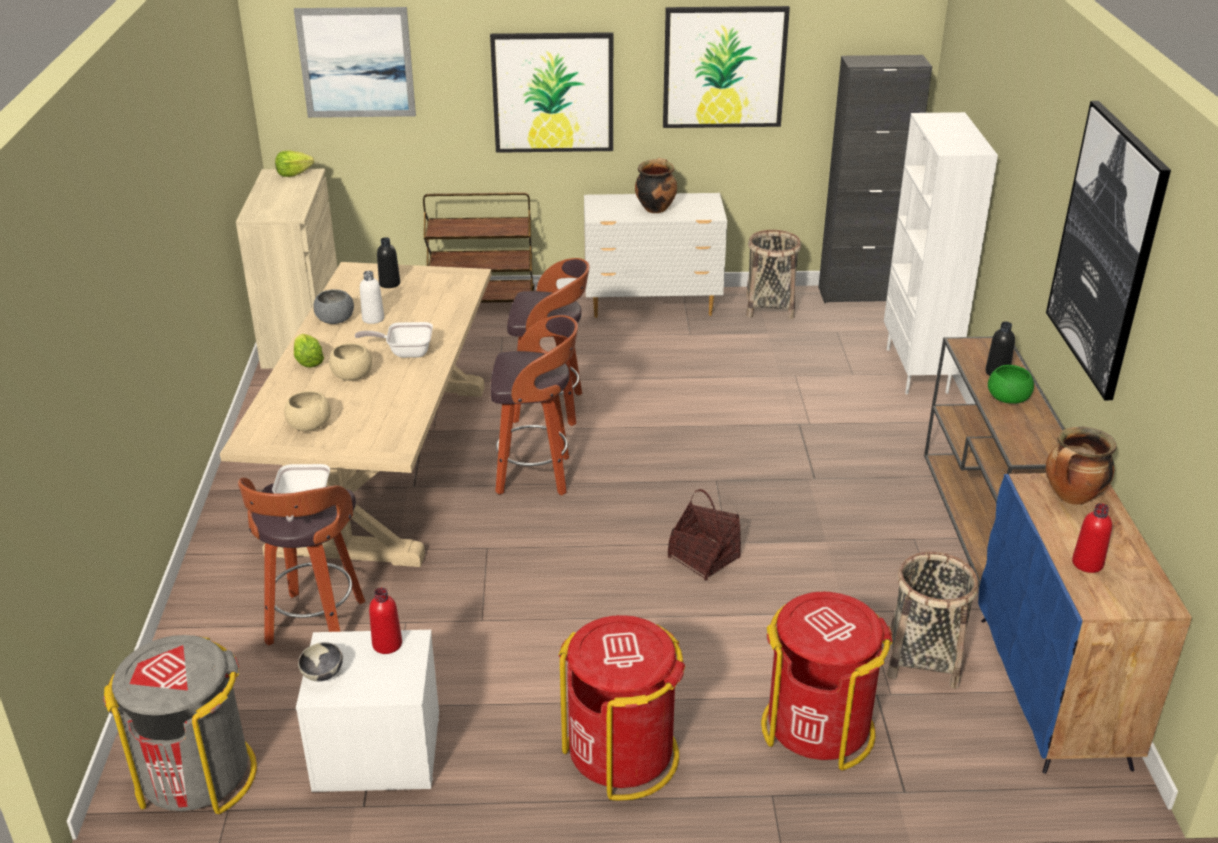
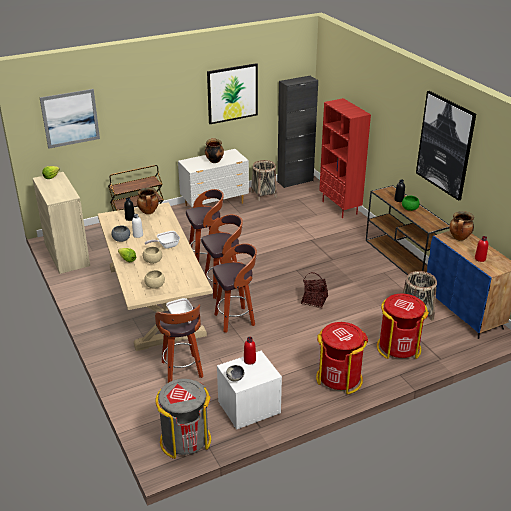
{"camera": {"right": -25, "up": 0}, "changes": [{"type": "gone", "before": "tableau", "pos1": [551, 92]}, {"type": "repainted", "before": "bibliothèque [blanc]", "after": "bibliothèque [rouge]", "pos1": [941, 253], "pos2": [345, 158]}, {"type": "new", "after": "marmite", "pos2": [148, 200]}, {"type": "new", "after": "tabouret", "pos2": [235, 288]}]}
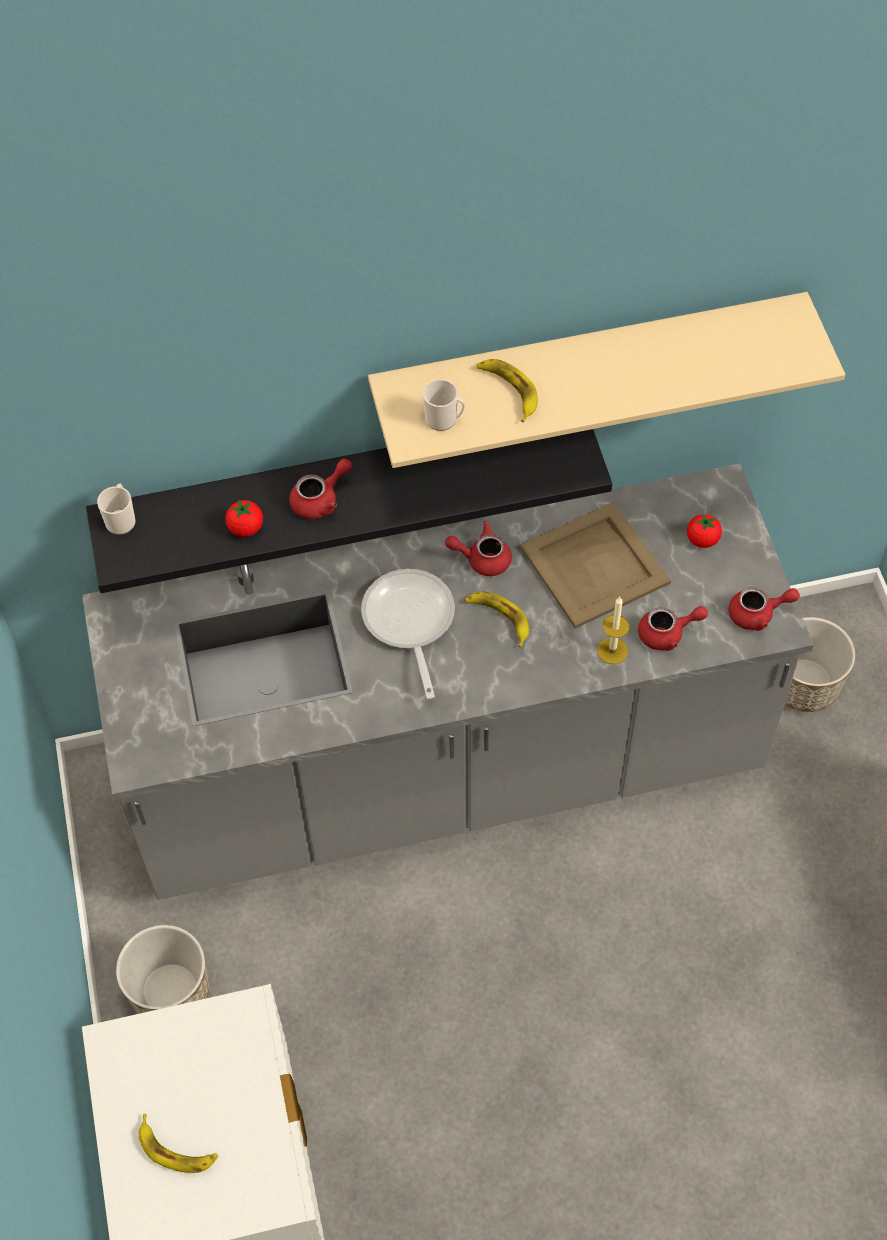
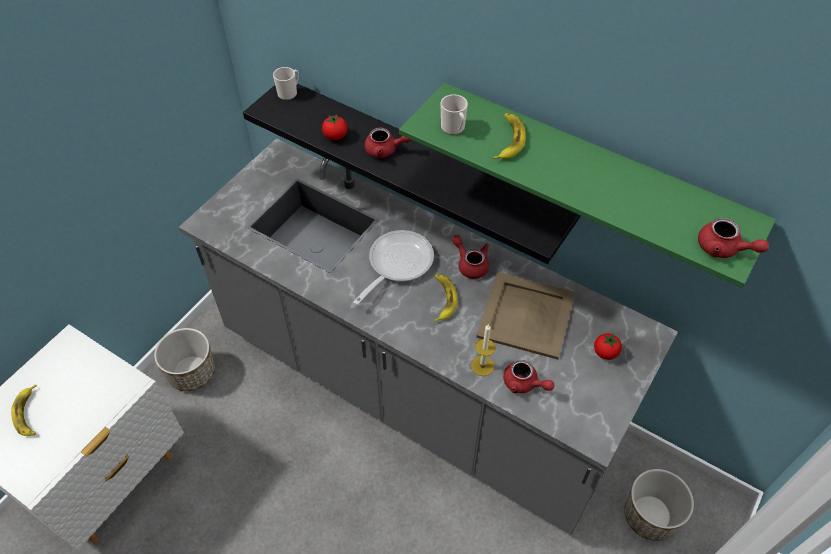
{"camera": {"right": 45, "up": -5}, "changes": [{"type": "repainted", "before": "étagère [beige]", "after": "étagère [vert]", "pos1": [606, 380], "pos2": [587, 185]}, {"type": "shifted", "before": "théière [rouge]", "pos1": [764, 609], "pos2": [733, 238]}]}
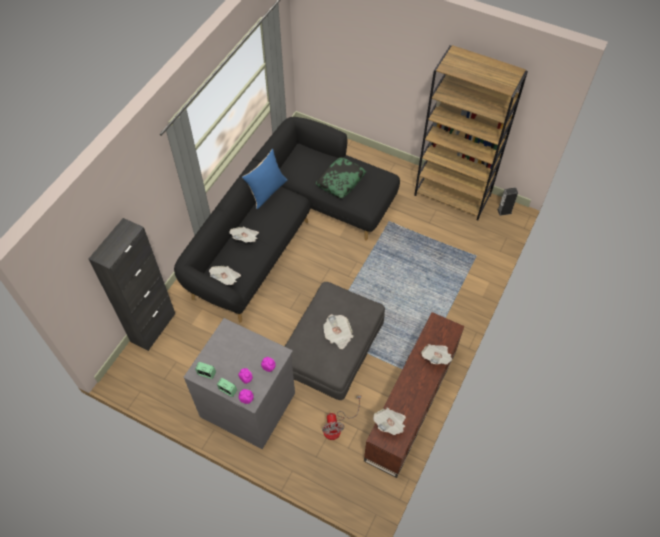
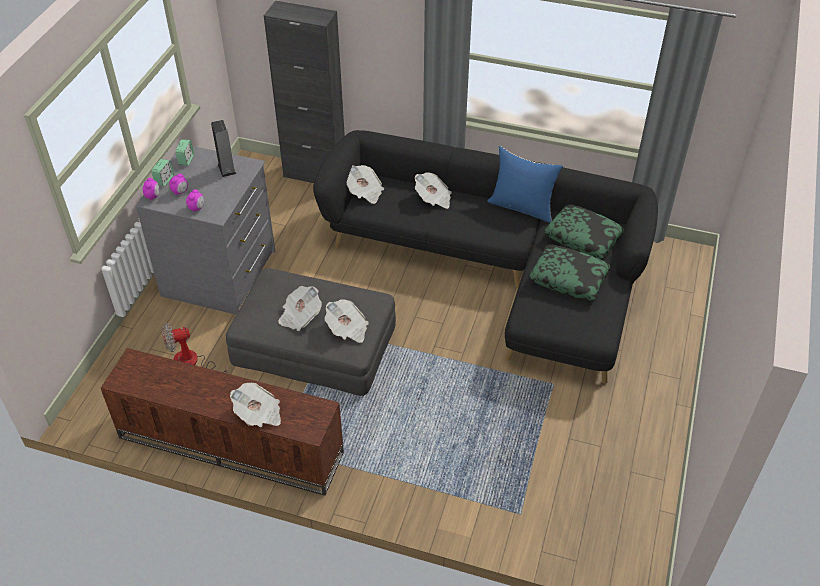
{"camera": {"right": 80, "up": -10}, "changes": [{"type": "gone", "before": "bibliothèque [marron]", "pos1": [471, 132]}, {"type": "shifted", "before": "enceinte", "pos1": [507, 201], "pos2": [223, 148]}, {"type": "shifted", "before": "journal", "pos1": [389, 421], "pos2": [346, 321]}, {"type": "new", "after": "coussin", "pos2": [584, 231]}]}
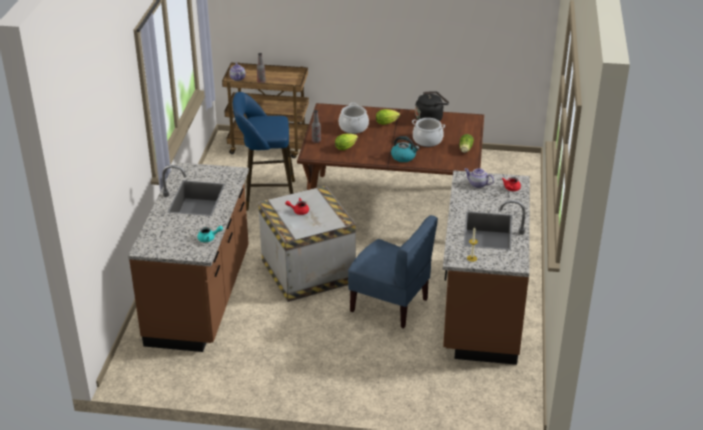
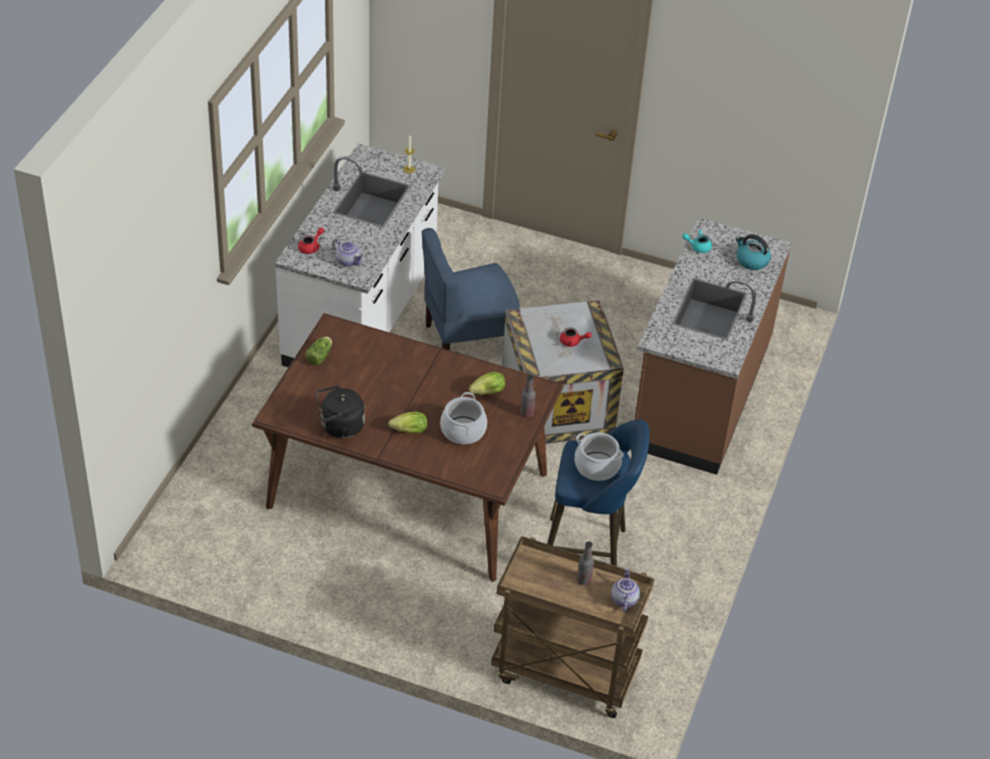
{"camera": {"right": -170, "up": 10}, "changes": [{"type": "shifted", "before": "marmite", "pos1": [428, 132], "pos2": [599, 456]}, {"type": "shifted", "before": "bouilloire", "pos1": [405, 149], "pos2": [753, 252]}, {"type": "repainted", "before": "comptoir de cuisine [marron]", "after": "comptoir de cuisine [blanc]", "pos1": [486, 267], "pos2": [360, 255]}, {"type": "rotated", "before": "chaise [bleu]", "pos1": [393, 271], "pos2": [471, 289], "turn": -60}]}
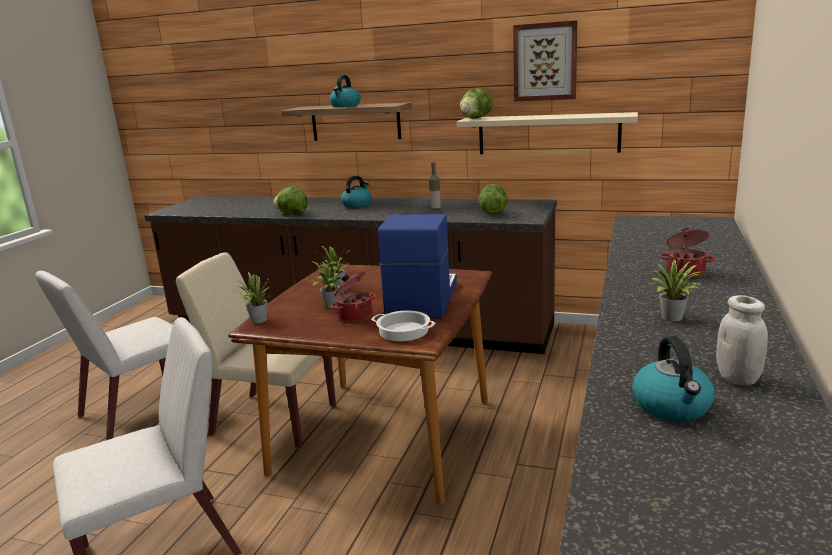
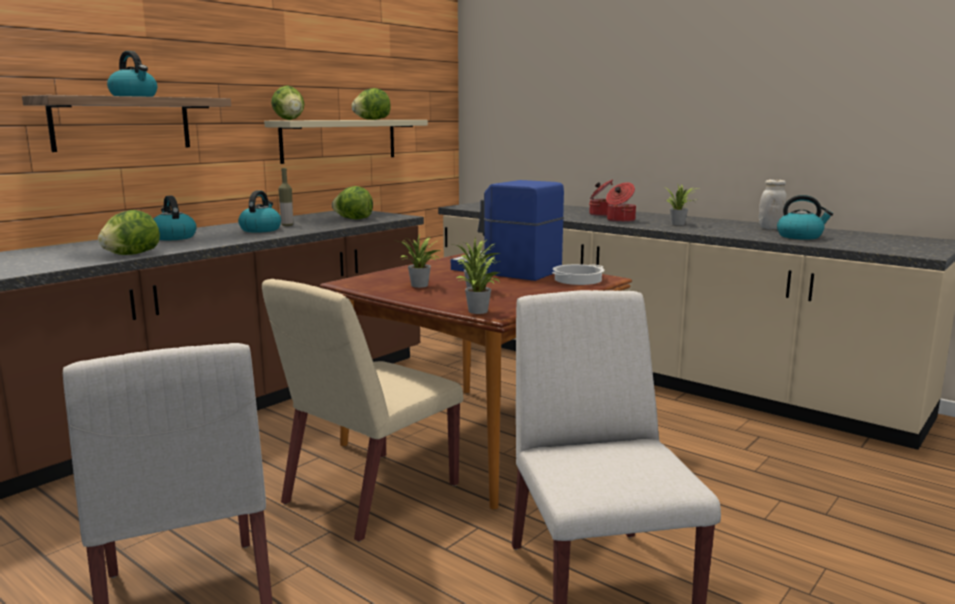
{"camera": {"right": -70, "up": -5}, "changes": [{"type": "gone", "before": "tableau", "pos1": [545, 60]}, {"type": "shifted", "before": "marmite", "pos1": [353, 296], "pos2": [621, 202]}, {"type": "new", "after": "laitue", "pos2": [371, 104]}, {"type": "new", "after": "bouilloire", "pos2": [259, 212]}]}
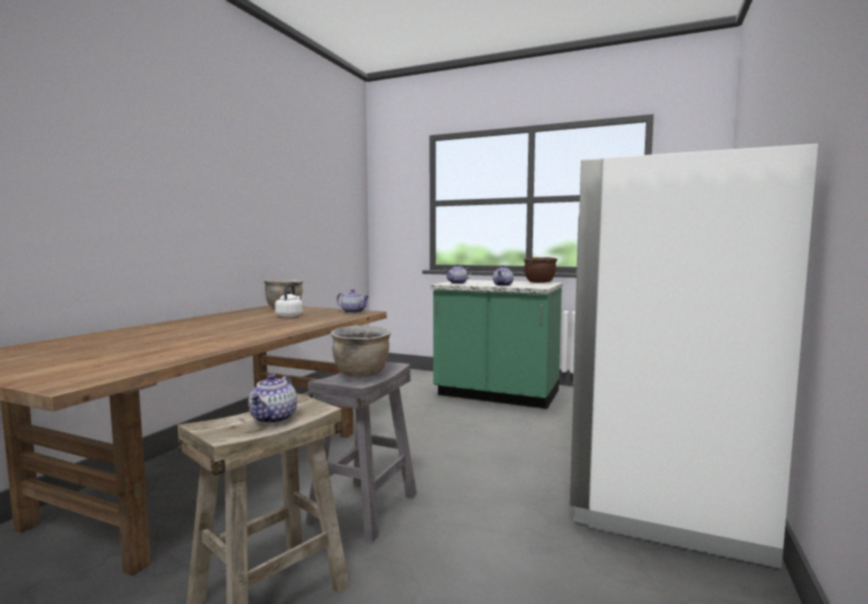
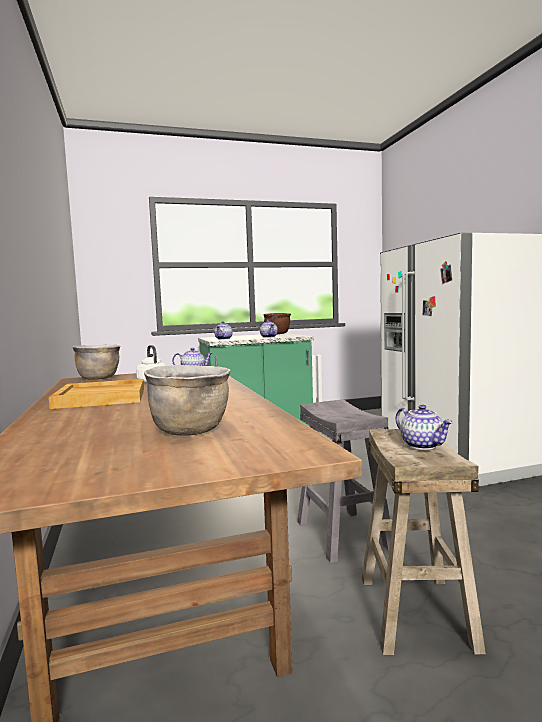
{"camera": {"right": -40, "up": 0}, "changes": [{"type": "shifted", "before": "marmite [marron]", "pos1": [361, 351], "pos2": [187, 400]}, {"type": "new", "after": "plateau [beige]", "pos2": [96, 394]}]}
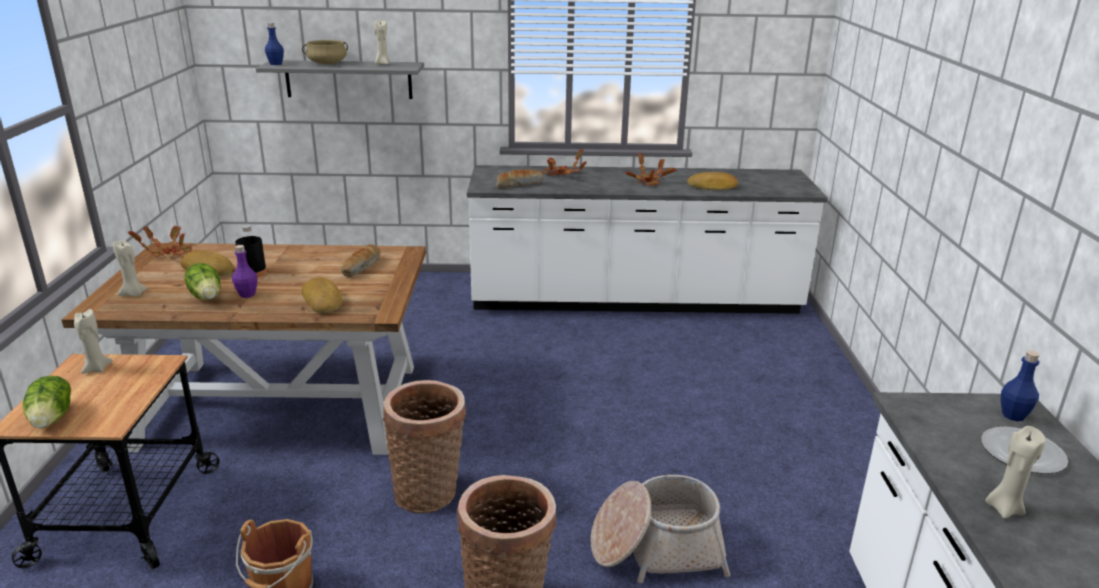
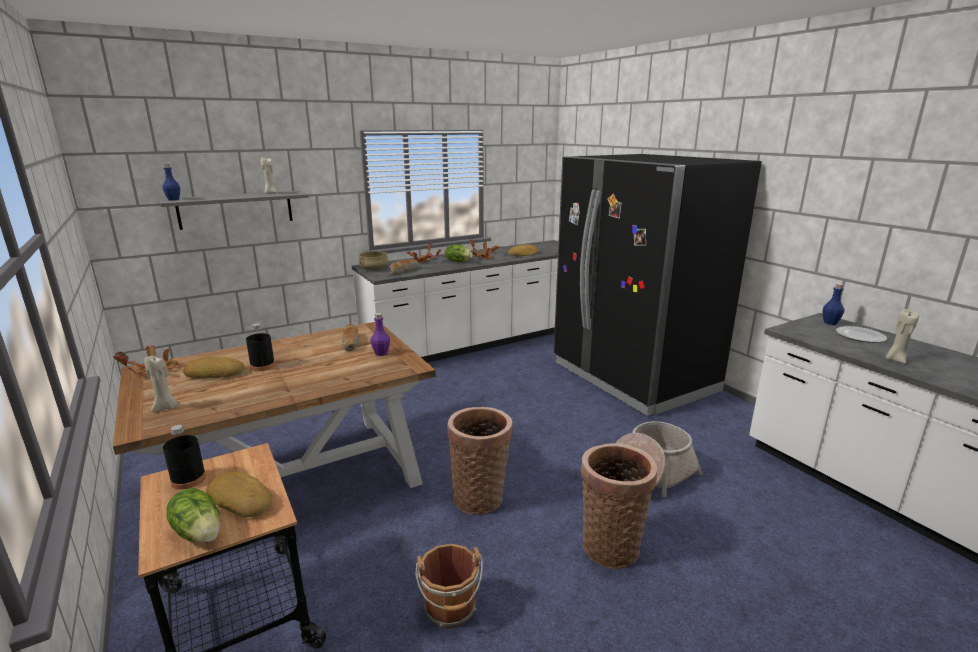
{"camera": {"right": -30, "up": -5}, "changes": [{"type": "shifted", "before": "marmite [beige]", "pos1": [325, 52], "pos2": [373, 260]}, {"type": "shifted", "before": "bouteille [violet]", "pos1": [245, 271], "pos2": [380, 334]}, {"type": "shifted", "before": "laitue", "pos1": [203, 281], "pos2": [459, 253]}, {"type": "shifted", "before": "pain", "pos1": [322, 295], "pos2": [239, 494]}, {"type": "swapped", "before": "bougie [beige]", "after": "bouteille [noir]", "pos1": [93, 341], "pos2": [184, 457]}, {"type": "new", "after": "réfrigérateur [noir]", "pos2": [658, 285]}]}
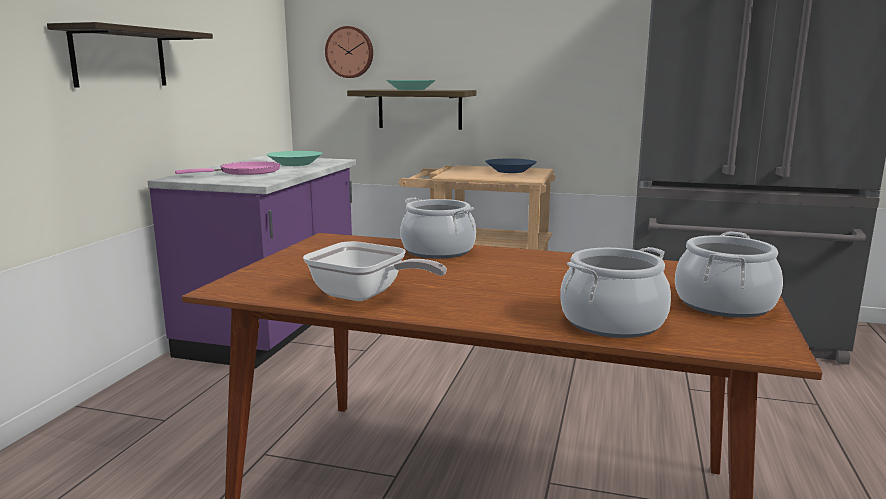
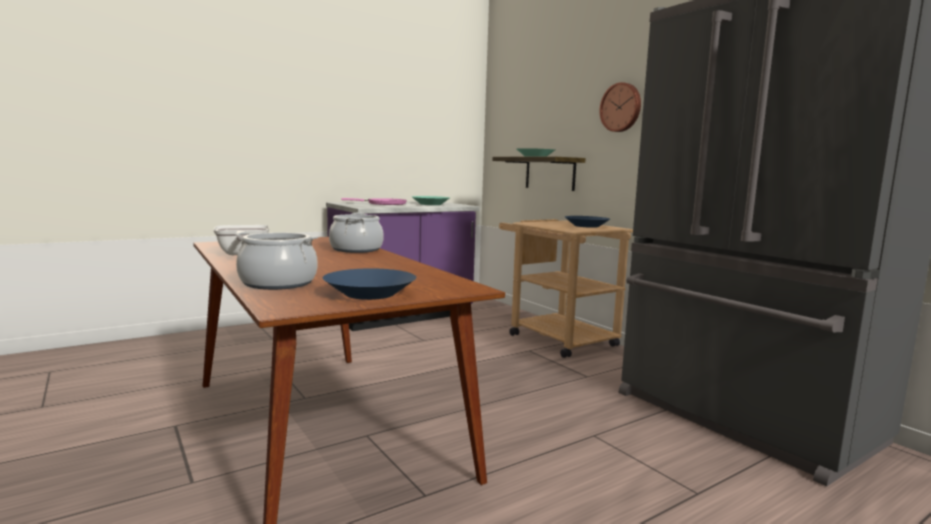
{"camera": {"right": 40, "up": -5}, "changes": [{"type": "gone", "before": "étagère", "pos1": [130, 54]}, {"type": "shifted", "before": "horloge murale", "pos1": [349, 52], "pos2": [620, 107]}, {"type": "swapped", "before": "marmite", "after": "bol [bleu]", "pos1": [729, 275], "pos2": [369, 284]}]}
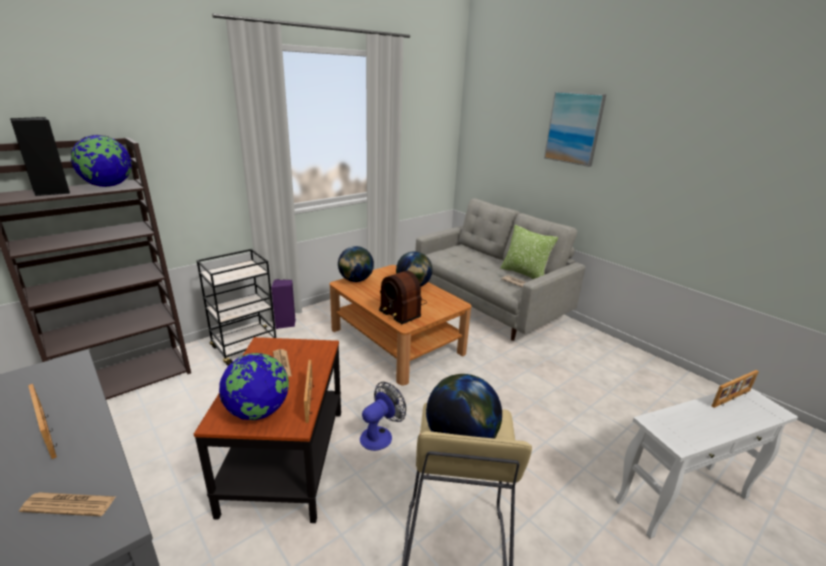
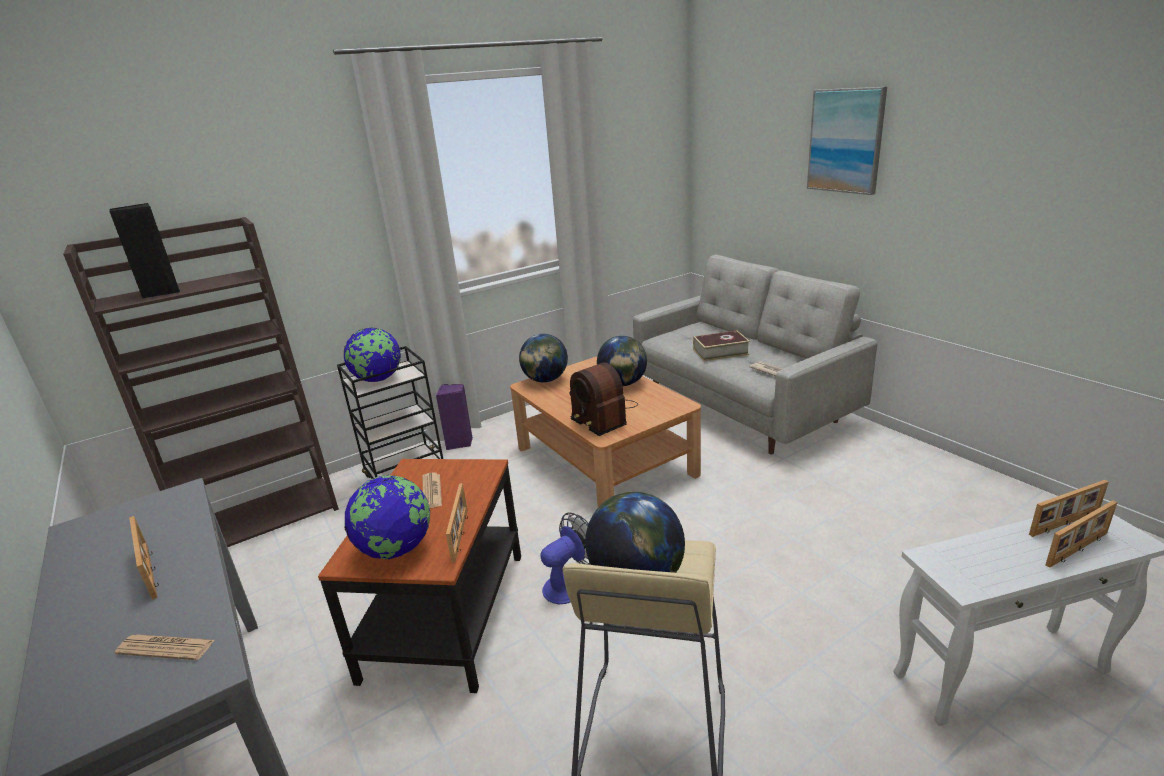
{"camera": {"right": 10, "up": 0}, "changes": [{"type": "shifted", "before": "globe", "pos1": [101, 161], "pos2": [372, 354]}, {"type": "gone", "before": "coussin", "pos1": [529, 252]}, {"type": "new", "after": "livre", "pos2": [721, 346]}, {"type": "new", "after": "cadre photo", "pos2": [1081, 534]}]}
